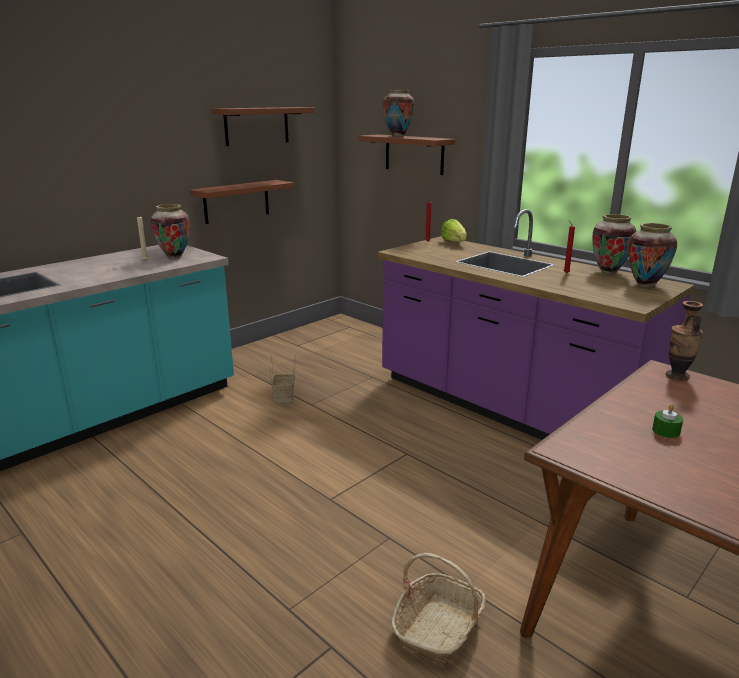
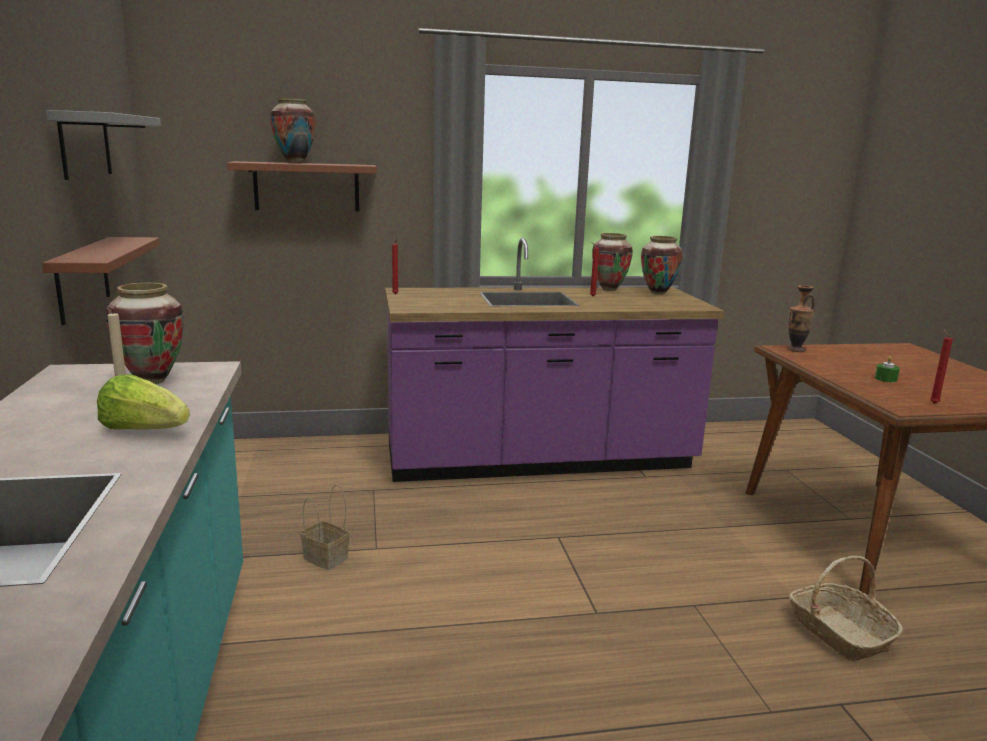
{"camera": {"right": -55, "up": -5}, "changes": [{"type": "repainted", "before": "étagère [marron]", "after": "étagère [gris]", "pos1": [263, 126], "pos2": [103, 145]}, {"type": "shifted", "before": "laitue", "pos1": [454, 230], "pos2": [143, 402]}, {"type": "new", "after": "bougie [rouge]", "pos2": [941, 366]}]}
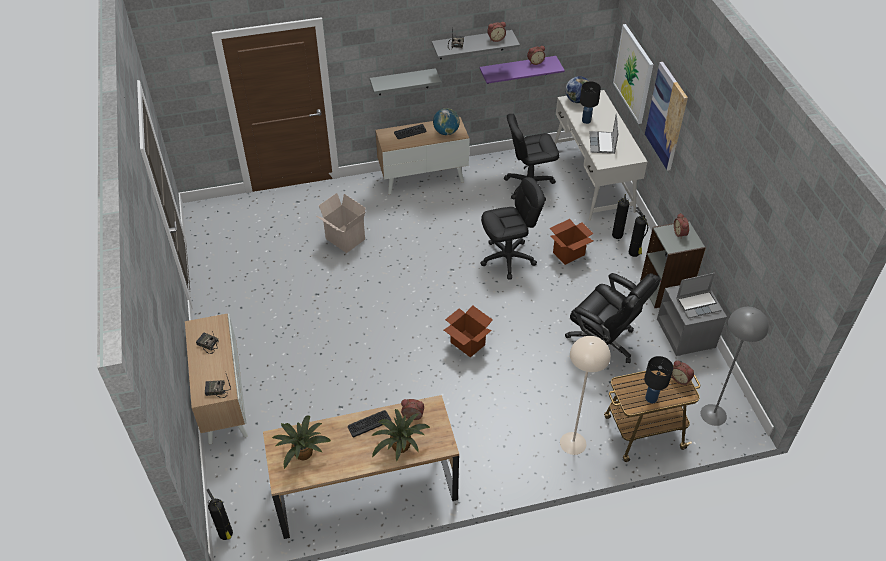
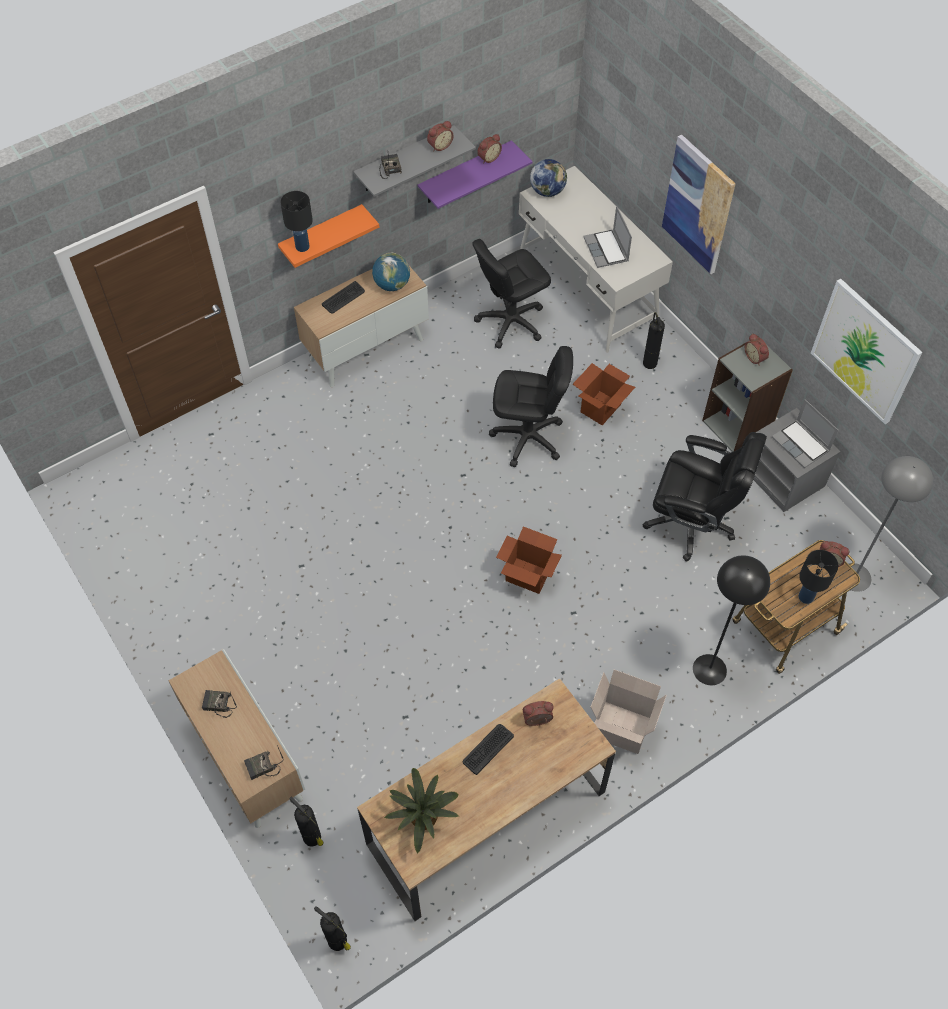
{"camera": {"right": -20, "up": 10}, "changes": [{"type": "shifted", "before": "tableau", "pos1": [633, 74], "pos2": [866, 351]}, {"type": "repainted", "before": "étagère [gris]", "after": "étagère [orange]", "pos1": [405, 81], "pos2": [328, 236]}, {"type": "shifted", "before": "lampe de table [noir]", "pos1": [590, 102], "pos2": [296, 221]}, {"type": "rotated", "before": "chaise de bureau [noir]", "pos1": [512, 228], "pos2": [531, 406], "turn": 45}, {"type": "shifted", "before": "carton", "pos1": [341, 223], "pos2": [629, 711]}, {"type": "shifted", "before": "extincteur", "pos1": [638, 232], "pos2": [306, 821]}, {"type": "rotated", "before": "ordinateur portable", "pos1": [699, 296], "pos2": [805, 433], "turn": 90}, {"type": "repainted", "before": "lampadaire [beige]", "after": "lampadaire [noir]", "pos1": [585, 395], "pos2": [731, 620]}, {"type": "gone", "before": "plante en pot", "pos1": [401, 435]}]}
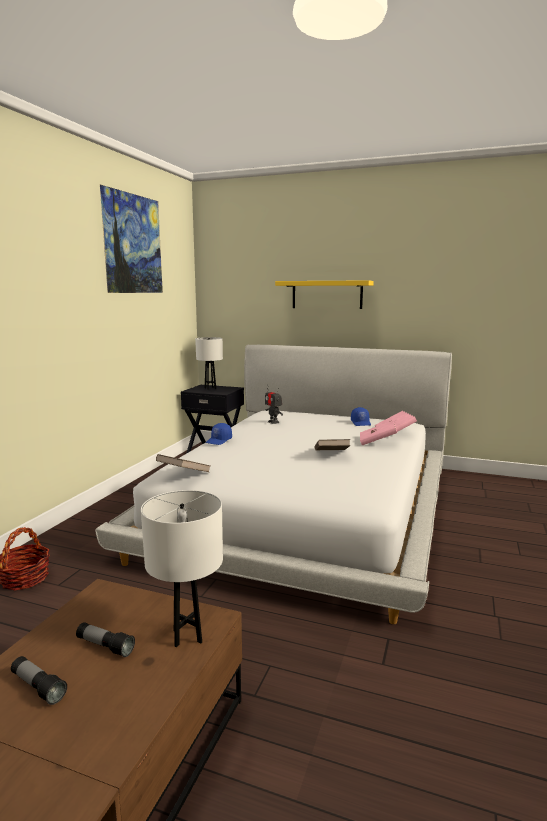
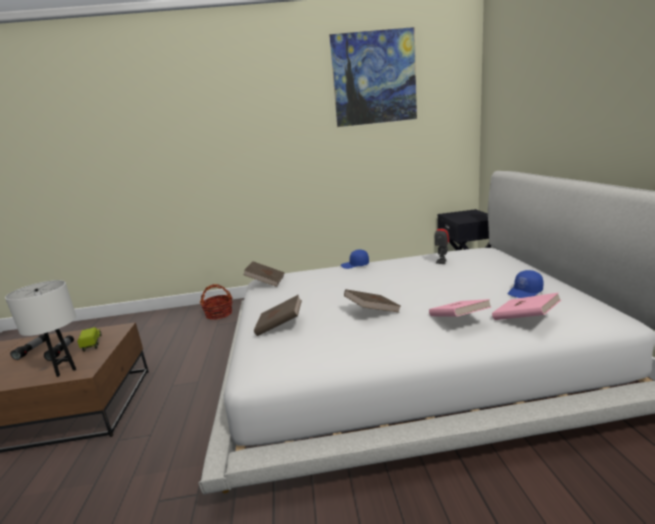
{"camera": {"right": 65, "up": 5}, "changes": [{"type": "gone", "before": "étagère [jaune]", "pos1": [324, 294]}, {"type": "gone", "before": "lampe de table [blanc]", "pos1": [209, 363]}, {"type": "new", "after": "livre [marron]", "pos2": [278, 315]}, {"type": "new", "after": "camion jouet", "pos2": [89, 339]}]}
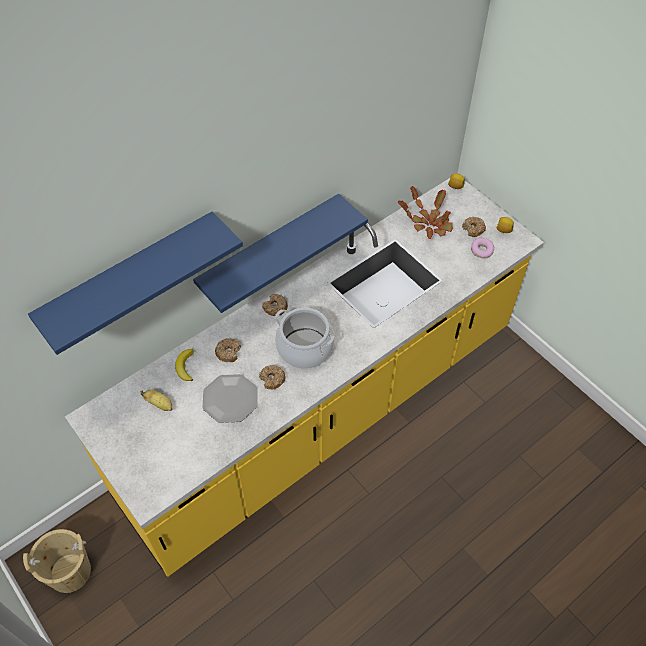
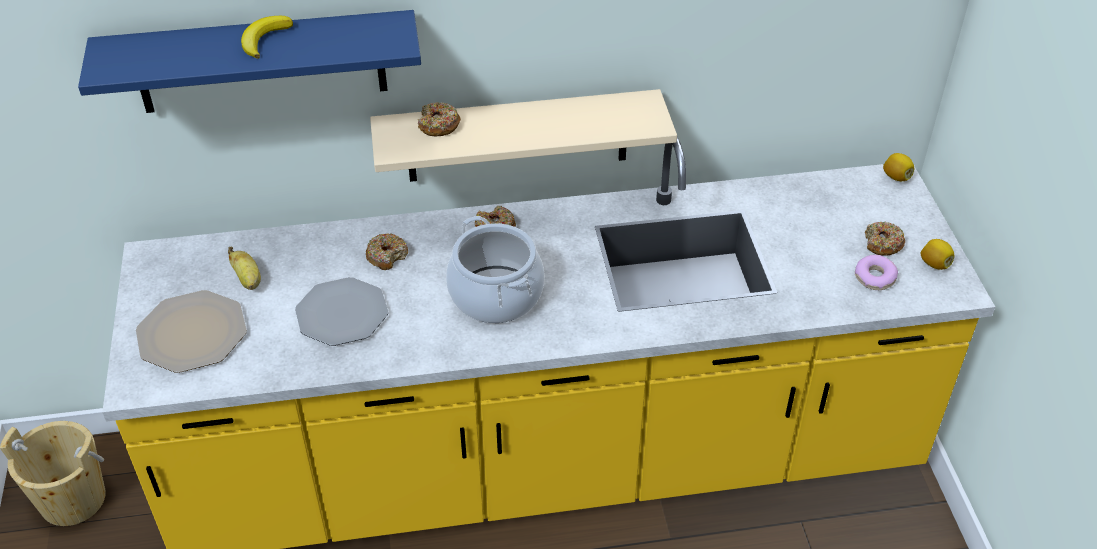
{"camera": {"right": 30, "up": -10}, "changes": [{"type": "gone", "before": "plante en pot", "pos1": [425, 212]}, {"type": "repainted", "before": "étagère [bleu]", "after": "étagère [beige]", "pos1": [280, 253], "pos2": [523, 135]}, {"type": "shifted", "before": "banane", "pos1": [184, 365], "pos2": [267, 37]}, {"type": "shifted", "before": "beignet", "pos1": [272, 377], "pos2": [439, 119]}, {"type": "new", "after": "assiette", "pos2": [191, 331]}]}
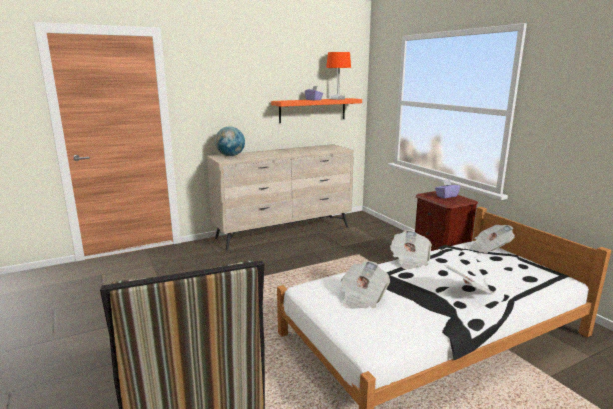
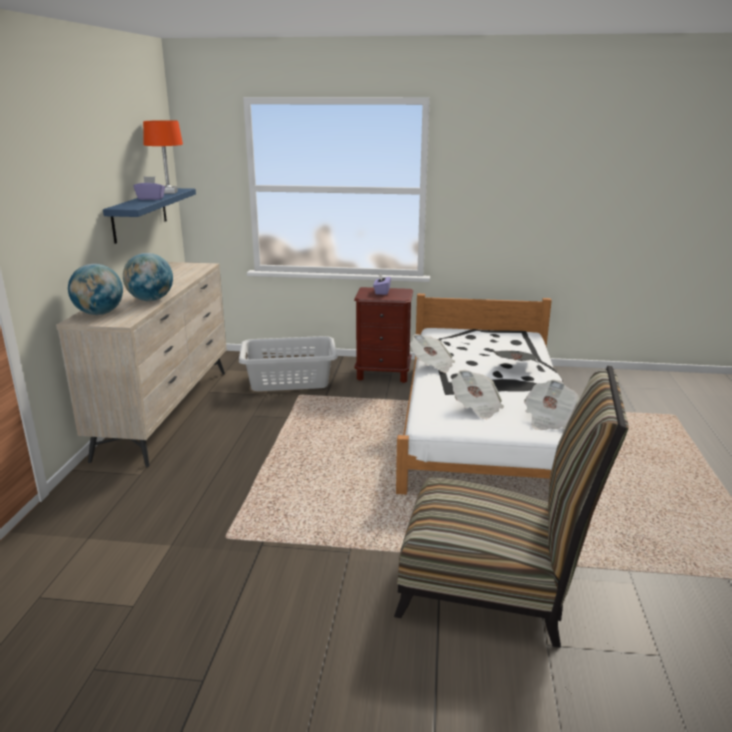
{"camera": {"right": -55, "up": 5}, "changes": [{"type": "repainted", "before": "étagère [orange]", "after": "étagère [bleu]", "pos1": [316, 110], "pos2": [149, 216]}, {"type": "shifted", "before": "journal", "pos1": [491, 239], "pos2": [552, 405]}, {"type": "new", "after": "globe", "pos2": [148, 277]}, {"type": "new", "after": "panier à linge [gris]", "pos2": [288, 363]}]}
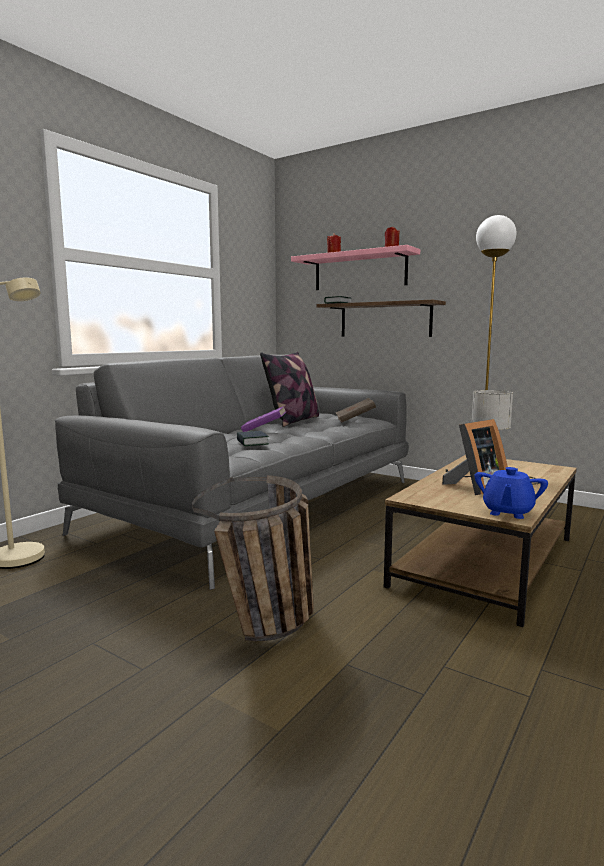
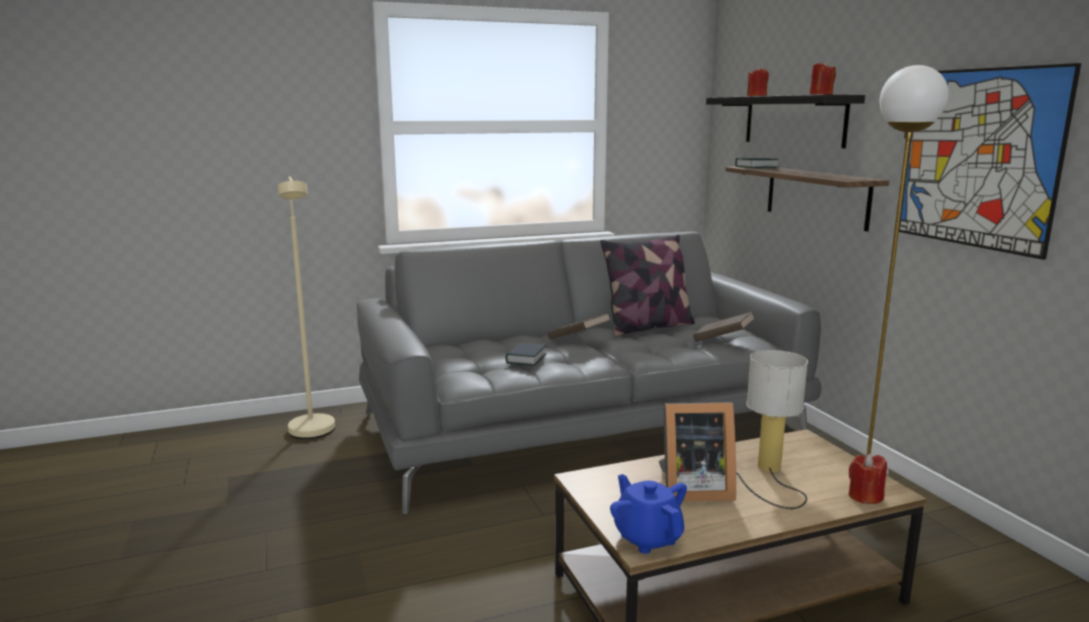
{"camera": {"right": 35, "up": 5}, "changes": [{"type": "repainted", "before": "étagère [rose]", "after": "étagère [noir]", "pos1": [355, 267], "pos2": [785, 121]}, {"type": "repainted", "before": "livre [violet]", "after": "livre [marron]", "pos1": [264, 419], "pos2": [579, 326]}, {"type": "rotated", "before": "théière [bleu]", "pos1": [511, 493], "pos2": [648, 514], "turn": 90}, {"type": "gone", "before": "panier", "pos1": [253, 558]}, {"type": "new", "after": "tableau", "pos2": [990, 161]}, {"type": "new", "after": "bougie [rouge]", "pos2": [868, 479]}]}
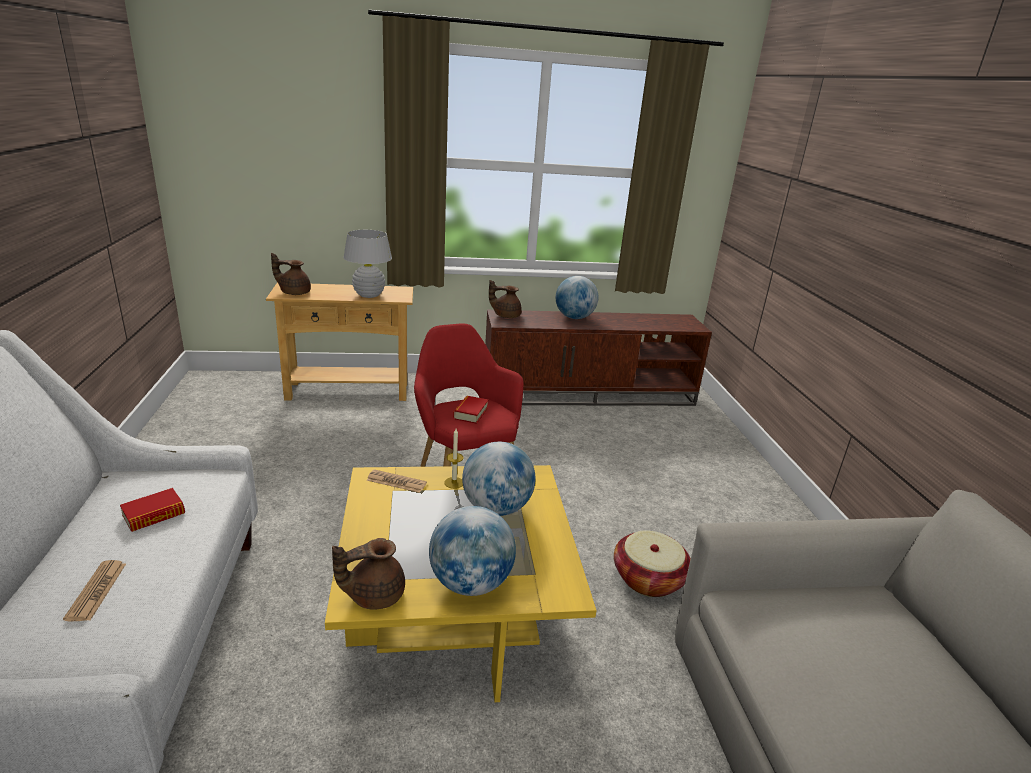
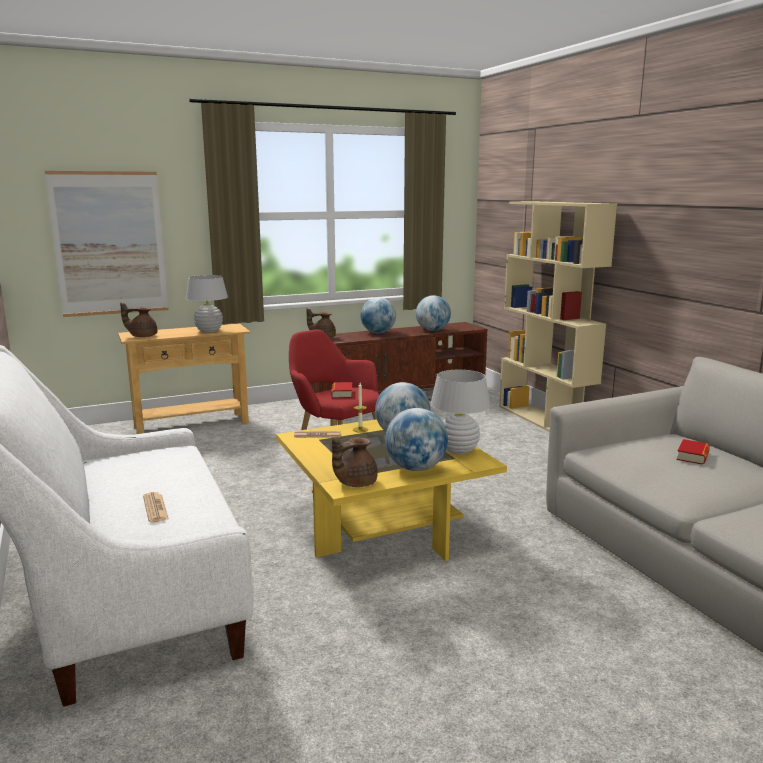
{"camera": {"right": -15, "up": -10}, "changes": [{"type": "shifted", "before": "livre", "pos1": [152, 510], "pos2": [693, 452]}, {"type": "gone", "before": "panier", "pos1": [652, 563]}, {"type": "new", "after": "tableau", "pos2": [106, 244]}, {"type": "new", "after": "bibliothèque [beige]", "pos2": [558, 316]}, {"type": "new", "after": "globe", "pos2": [433, 313]}, {"type": "new", "after": "lampe de table [blanc]", "pos2": [460, 412]}]}
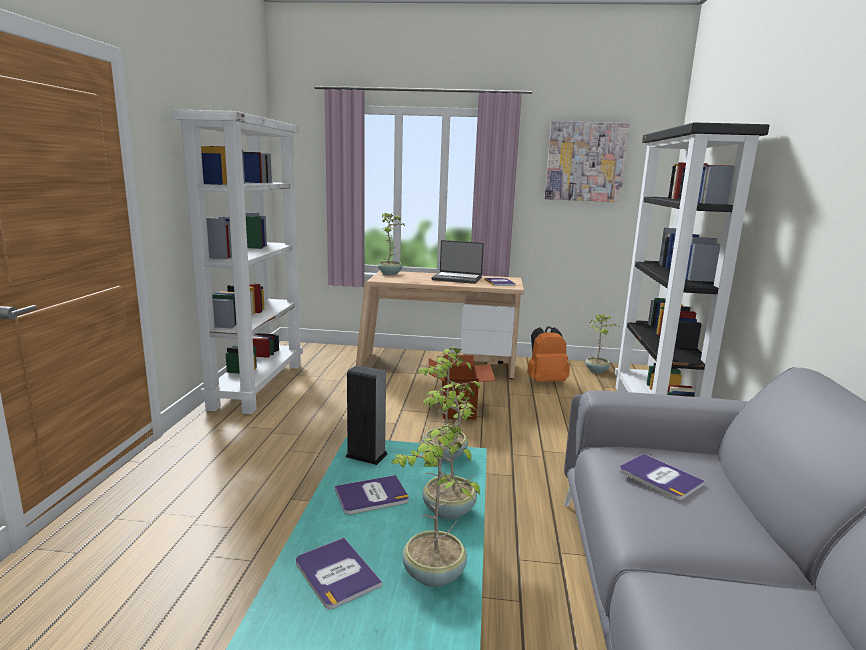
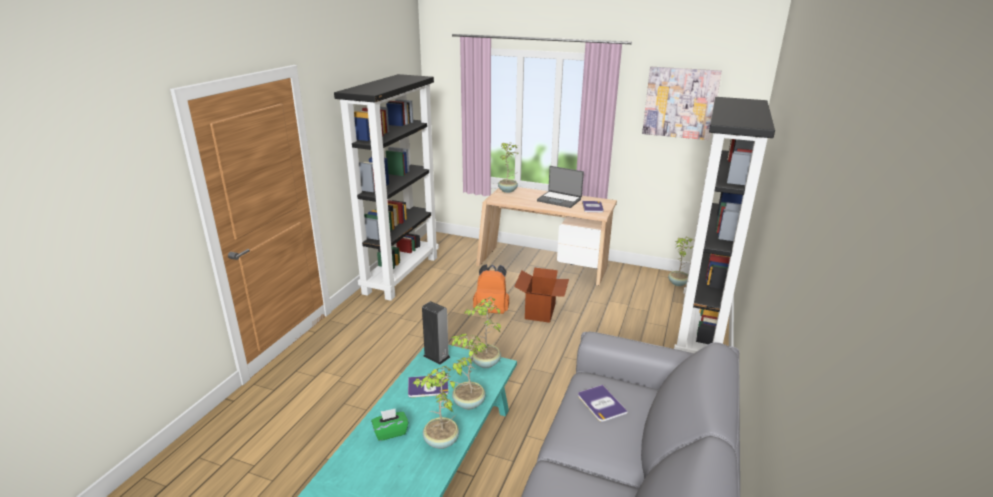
{"camera": {"right": 15, "up": 10}, "changes": [{"type": "repainted", "before": "bibliothèque [blanc]", "after": "bibliothèque [noir]", "pos1": [238, 261], "pos2": [386, 187]}, {"type": "shifted", "before": "sac à dos [orange]", "pos1": [548, 354], "pos2": [491, 289]}, {"type": "swapped", "before": "livre", "after": "boîte à mouchoirs [vert]", "pos1": [339, 573], "pos2": [389, 424]}]}
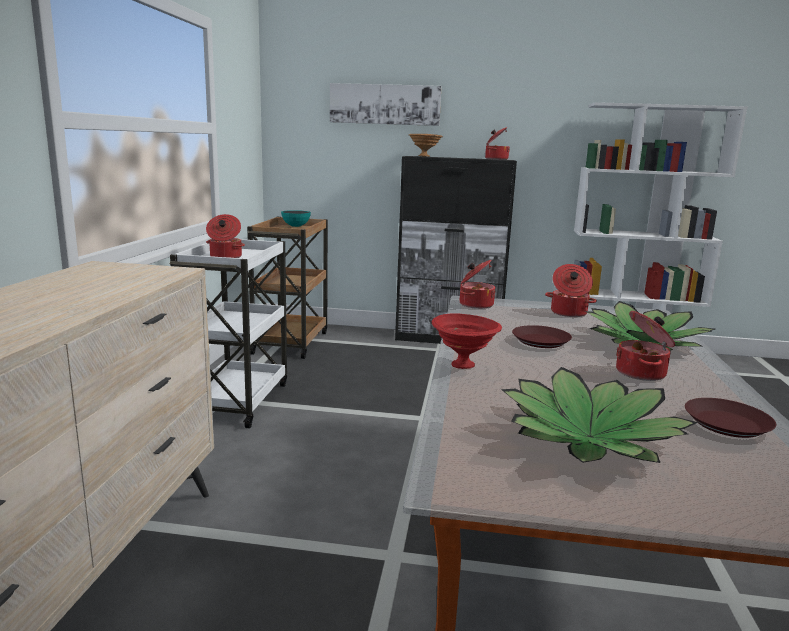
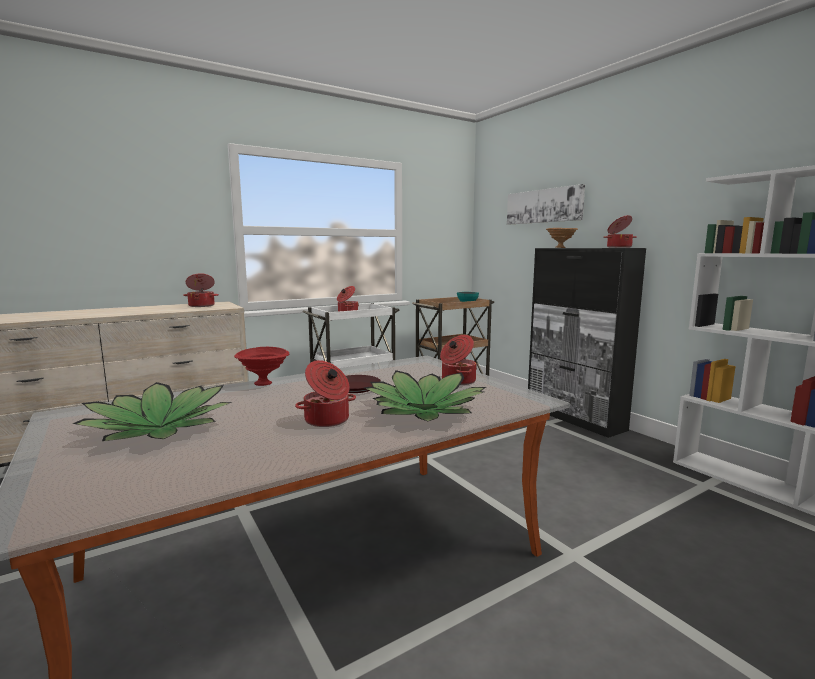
{"camera": {"right": 50, "up": -5}, "changes": [{"type": "shifted", "before": "marmite", "pos1": [477, 284], "pos2": [201, 290]}, {"type": "gone", "before": "assiette [marron]", "pos1": [730, 418]}]}
